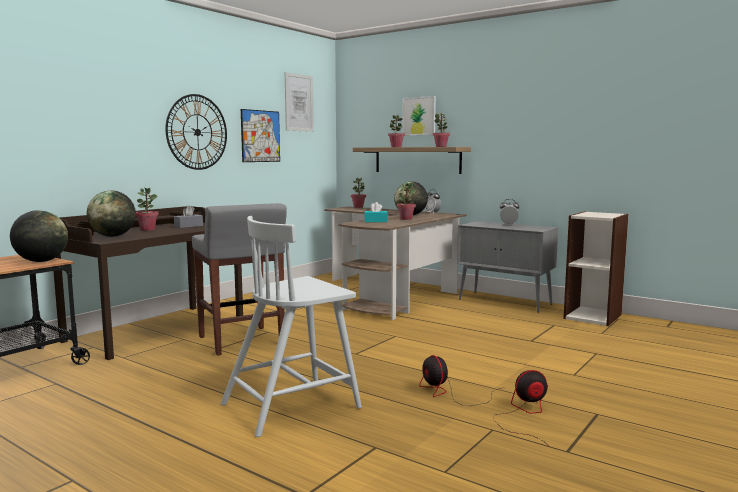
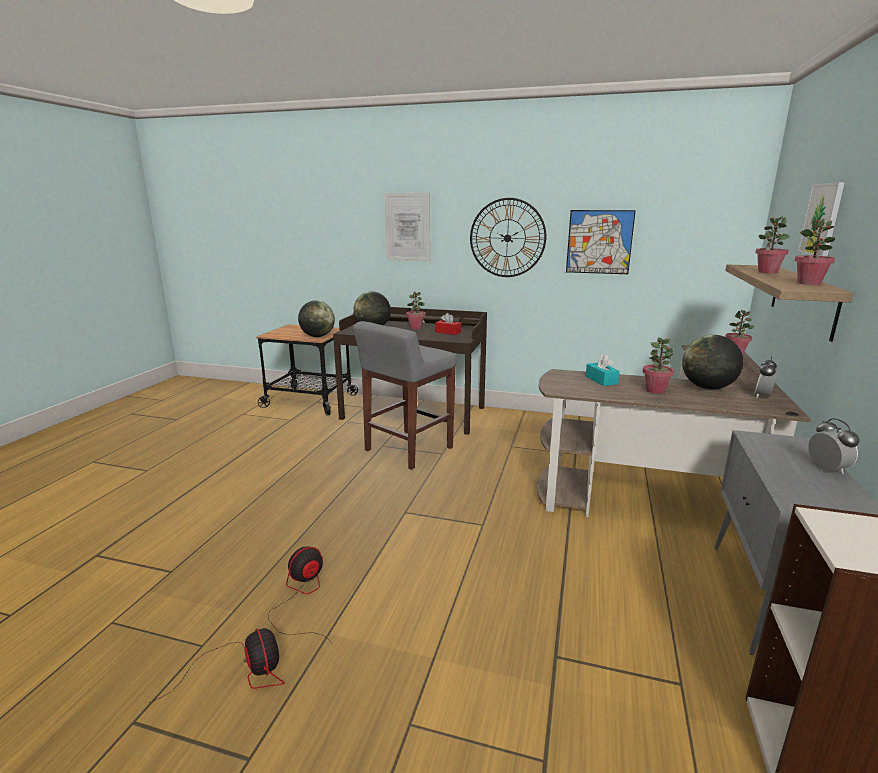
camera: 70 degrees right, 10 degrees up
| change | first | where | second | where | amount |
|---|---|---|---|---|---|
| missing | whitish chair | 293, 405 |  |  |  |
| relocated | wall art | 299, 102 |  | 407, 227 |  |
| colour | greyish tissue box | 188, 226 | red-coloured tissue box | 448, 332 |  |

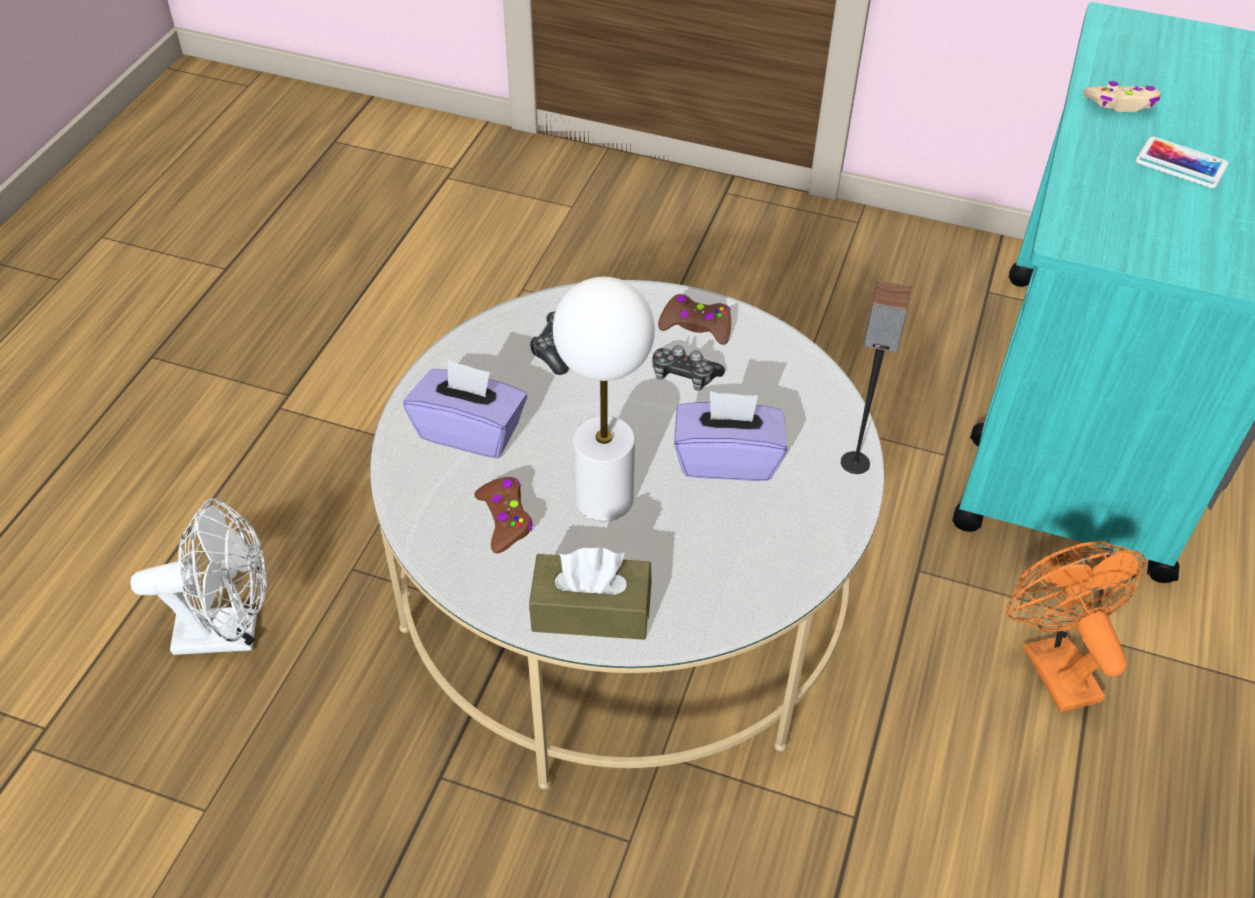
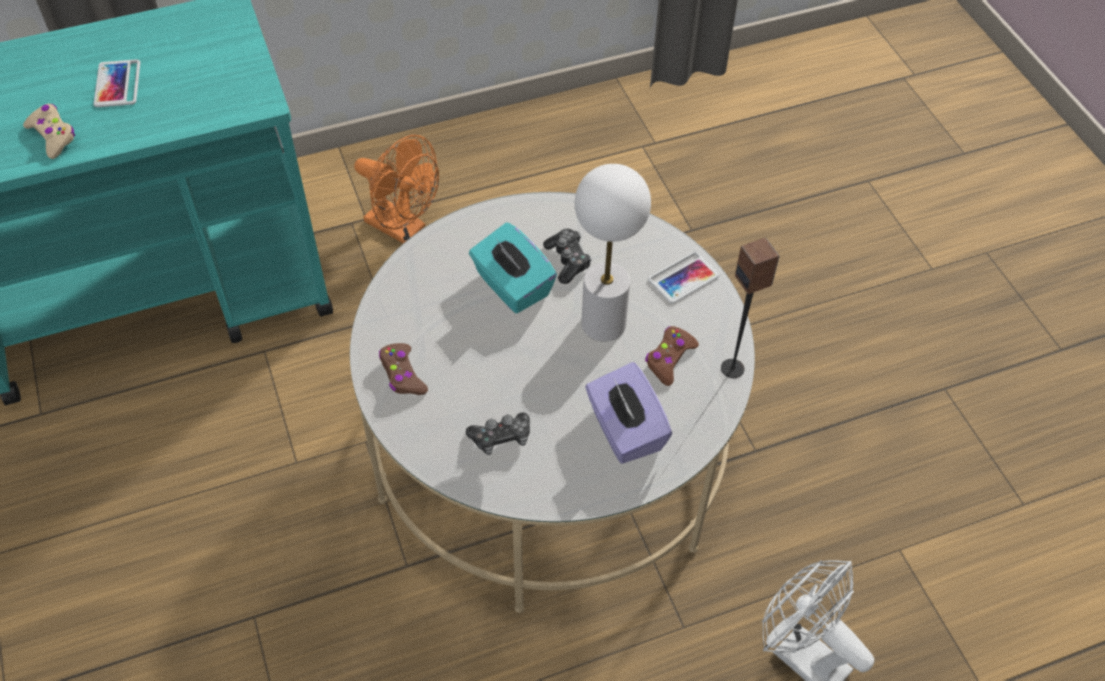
camera: 130 degrees left, 5 degrees up
| change | first | where | second | where | amount |
|---|---|---|---|---|---|
| relocated | gamepad | 684, 375 |  | 568, 260 |  |
| relocated | loudspeaker | 855, 463 |  | 733, 368 |  |
| exchanged | brown-coloured tissue box | 591, 610 | handset | 683, 278 |  |
| colour | purplish tissue box | 727, 459 | turquoise-coloured tissue box | 512, 286 |  |
| spun | orange cooling fan | 1052, 663 |  | 403, 228 | 90 degrees counterclockwise |

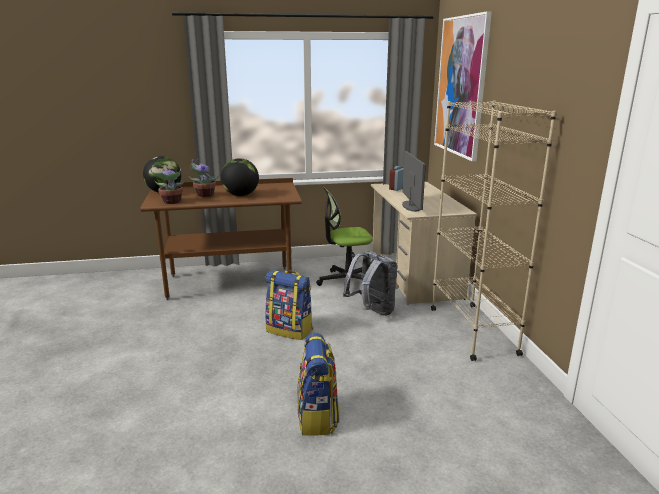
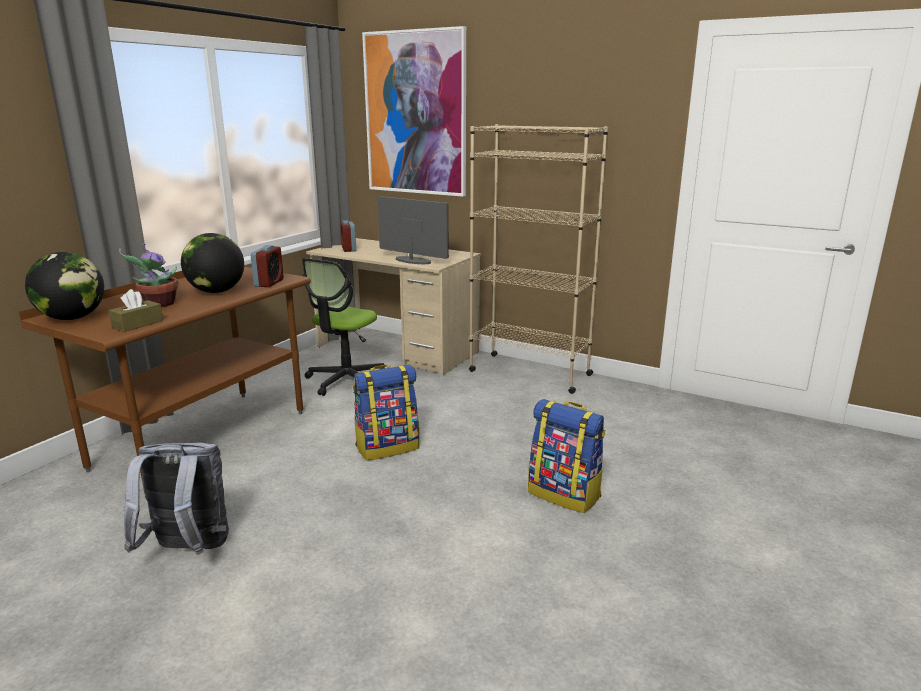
camera: 50 degrees left, 0 degrees up
| change | first | where | second | where | amount |
|---|---|---|---|---|---|
| appeared |  |  | bedside clock | 269, 283 |  |
| relocated | greyish knapsack | 372, 311 |  | 188, 550 |  |
| exchanged | potted plant | 171, 202 | brown-coloured tissue box | 138, 324 |  |

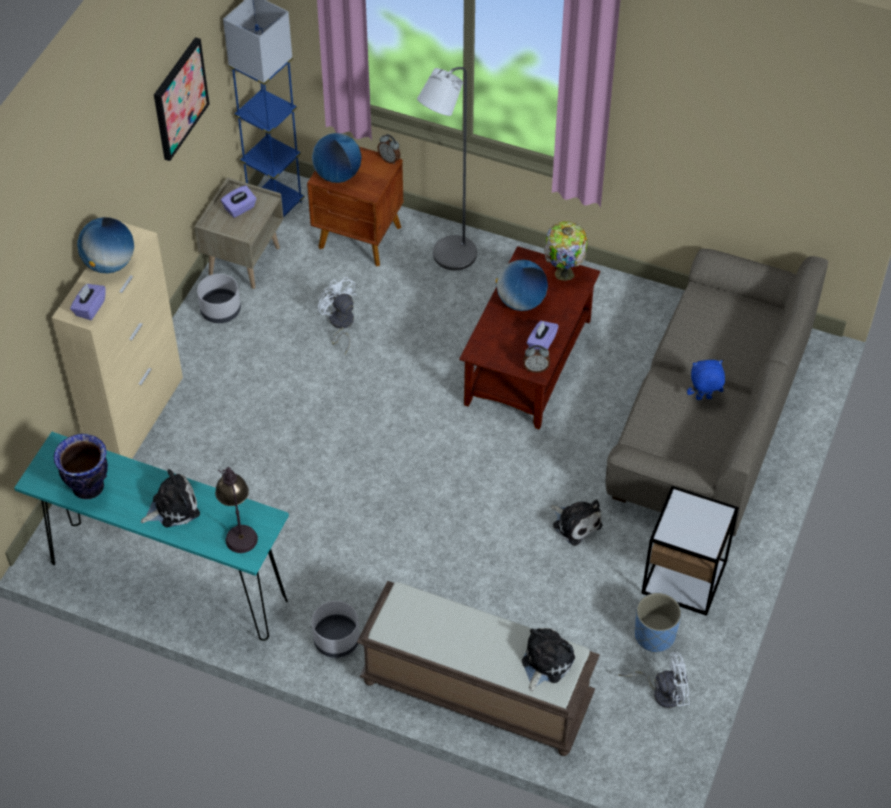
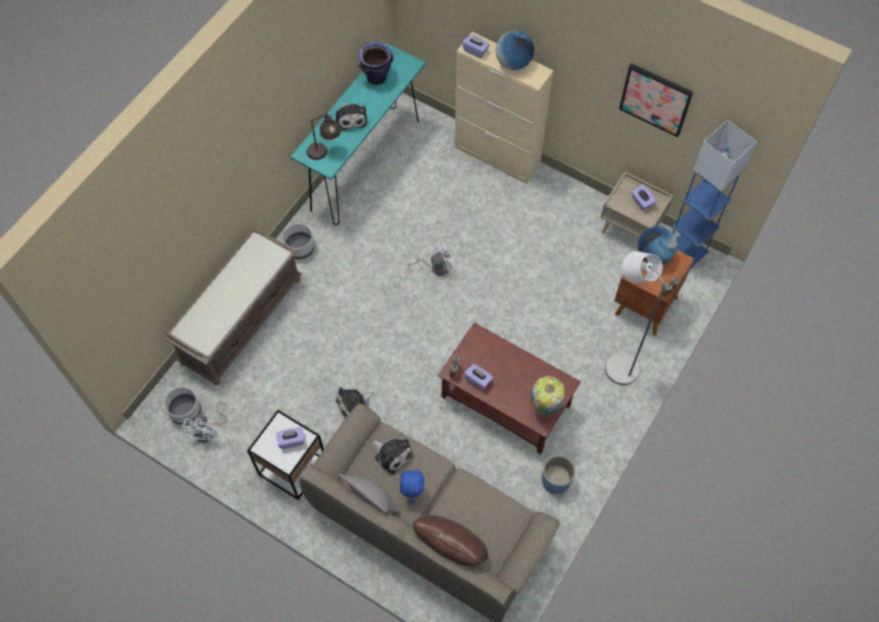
camera: 100 degrees right, 10 degrees up
| change | first | where | second | where | amount |
|---|---|---|---|---|---|
| missing | world globe | 521, 302 |  |  |  |
| appeared |  |  | purplish tissue box | 291, 440 |  |
| appeared |  |  | greyish cushion | 373, 501 |  |
| appeared |  |  | brown-coloured cushion | 451, 549 |  |
| relocated | greyish flower pot | 220, 310 |  | 186, 411 |  |
| relocated | whitish cooling fan | 340, 324 |  | 436, 267 |  |
| relocated | cuddly toy | 545, 662 |  | 392, 454 |  |
| relocated | blue flower pot | 654, 635 |  | 555, 480 |  |

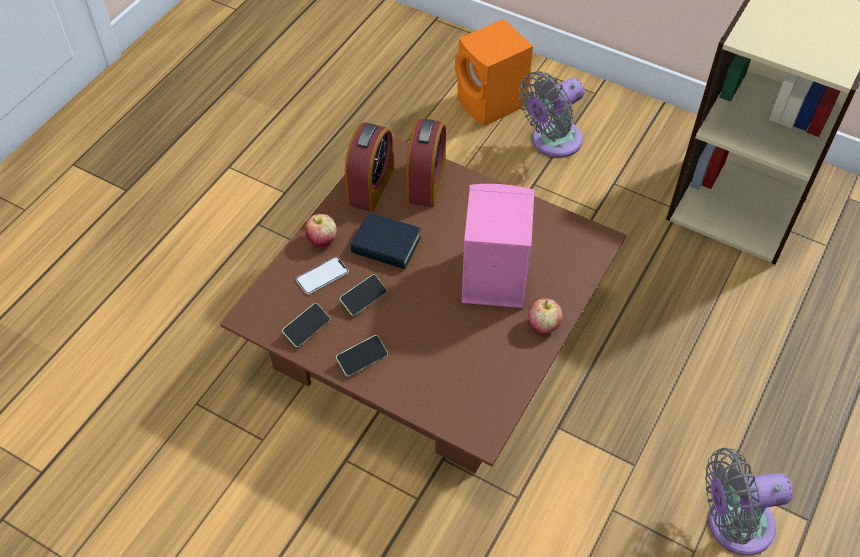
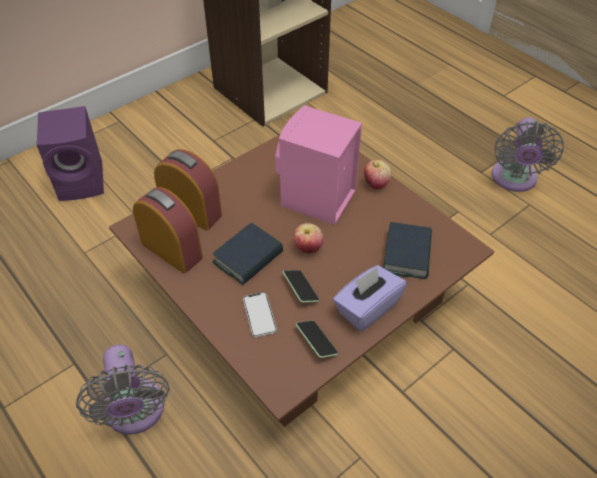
camera: 70 degrees left, 5 degrees down
| change | first | where | second | where | amount |
|---|---|---|---|---|---|
| appeared |  |  | book | 407, 255 |  |
| relocated | apple fruit | 322, 240 |  | 308, 248 |  |
| relocated | greyish cooling fan | 552, 141 |  | 135, 413 |  |
| exchanged | handset | 362, 359 | purplish tissue box | 367, 308 |  |
| colour | orange loudspeaker | 492, 104 | purplish loudspeaker | 83, 181 |  |

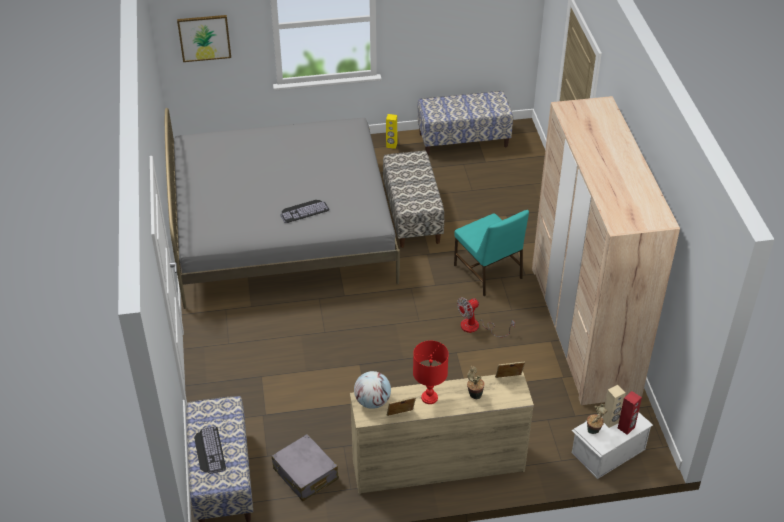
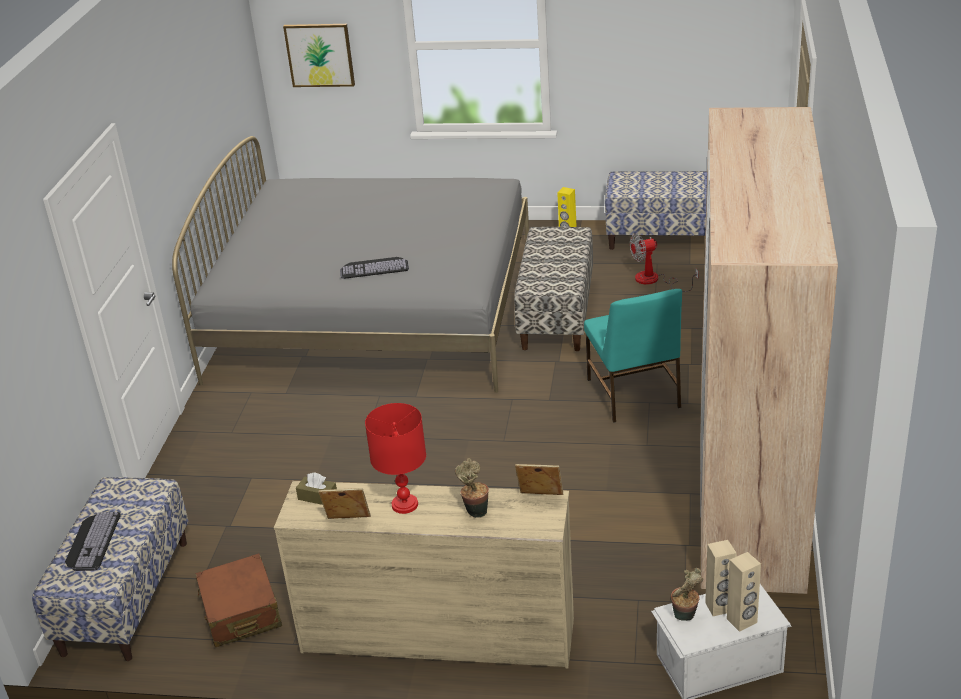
camera: 20 degrees right, 10 degrees down
| change | first | where | second | where | amount |
|---|---|---|---|---|---|
| relocated | cooling fan | 476, 327 |  | 654, 280 |  |
| exchanged | world globe | 372, 401 | brown-coloured tissue box | 317, 497 |  |
| colour | greyish piece of luggage | 305, 474 | brown-coloured piece of luggage | 241, 612 |  |
| colour | red-coloured loudspeaker | 626, 428 | beige loudspeaker | 742, 621 |  |

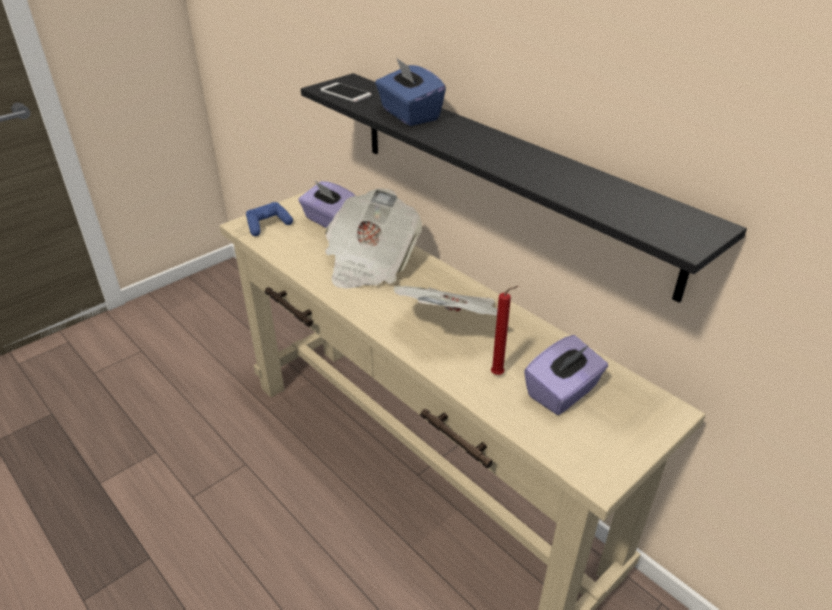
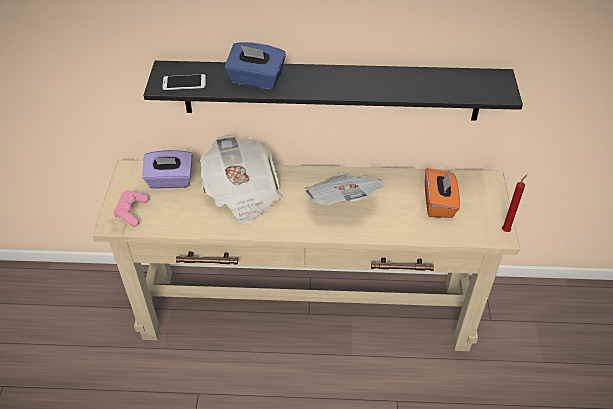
camera: 45 degrees left, 10 degrees up
| change | first | where | second | where | amount |
|---|---|---|---|---|---|
| relocated | red-coloured wax candle | 499, 374 |  | 506, 230 |  |
| colour | blue gamepad | 268, 226 | pinkish gamepad | 131, 212 |  |
| colour | purplish tissue box | 563, 392 | orange tissue box | 439, 203 |  |

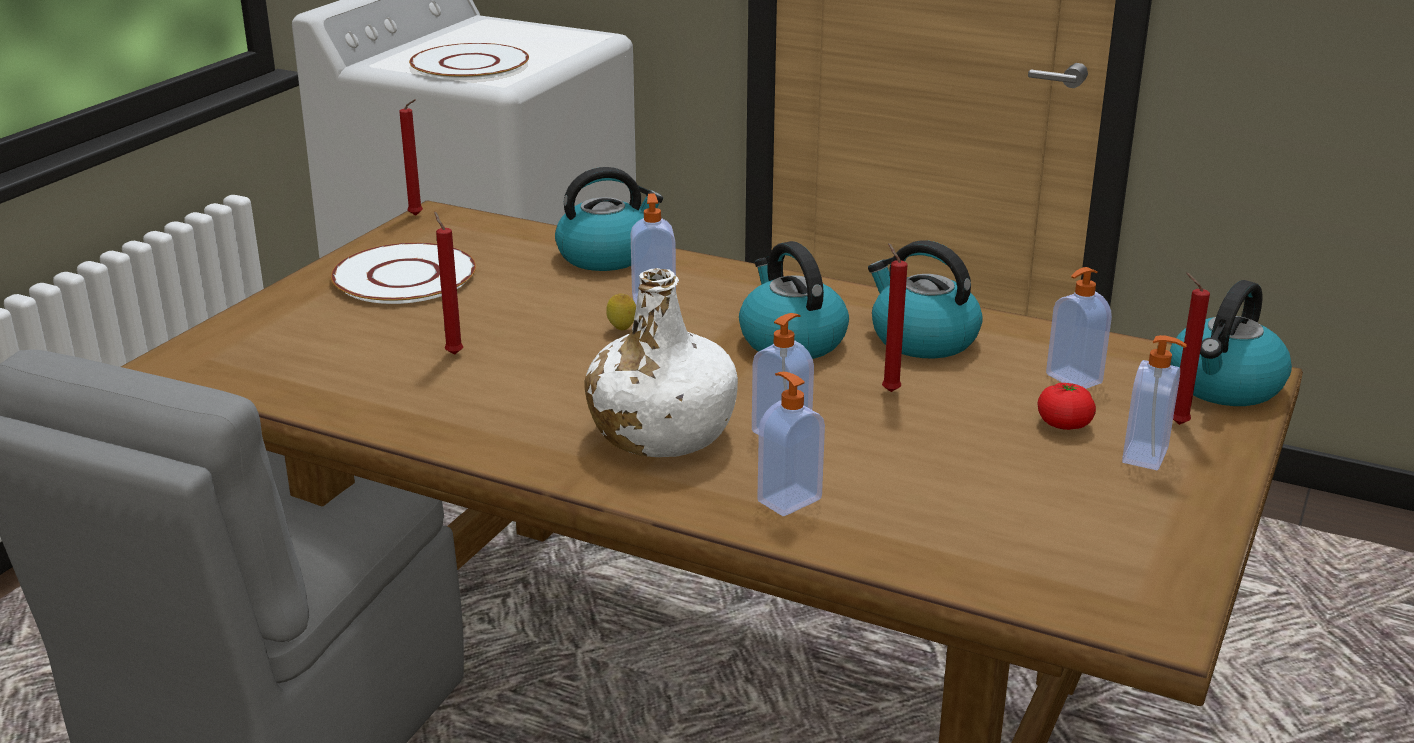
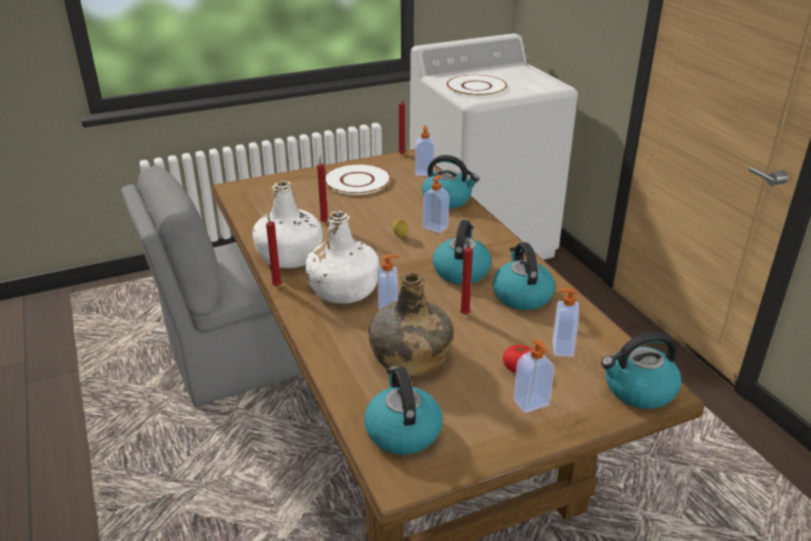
camera: 40 degrees right, 5 degrees up
| change | first | where | second | where | amount |
|---|---|---|---|---|---|
| appeared |  |  | whitish drink bottle | 290, 256 |  |
| appeared |  |  | water kettle | 402, 431 |  |
| appeared |  |  | greenish drink bottle | 409, 358 |  |
| relocated | soap dispenser | 788, 499 |  | 424, 172 |  |
| relocated | red-coloured wax candle | 1175, 423 |  | 277, 285 |  |

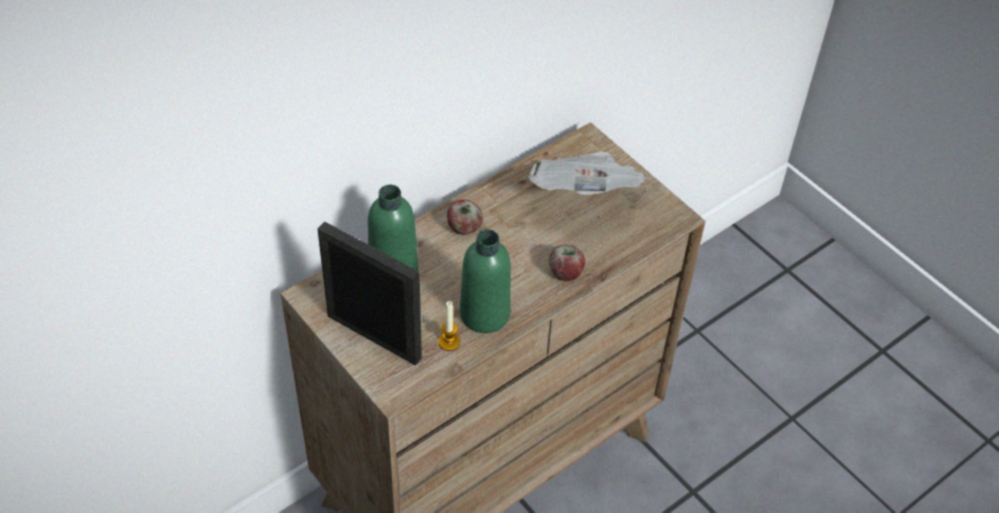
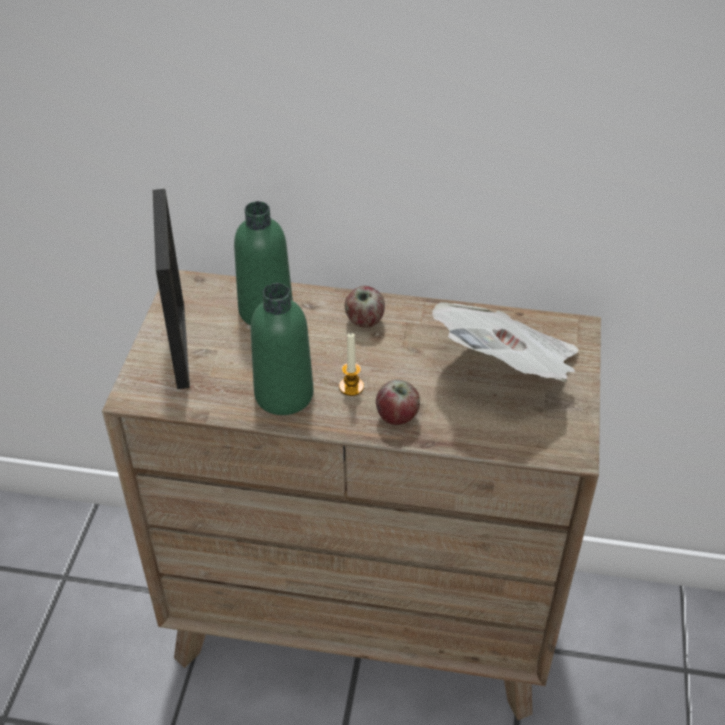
camera: 50 degrees right, 5 degrees down
| change | first | where | second | where | amount |
|---|---|---|---|---|---|
| relocated | wax candle | 449, 342 |  | 351, 387 |  |

